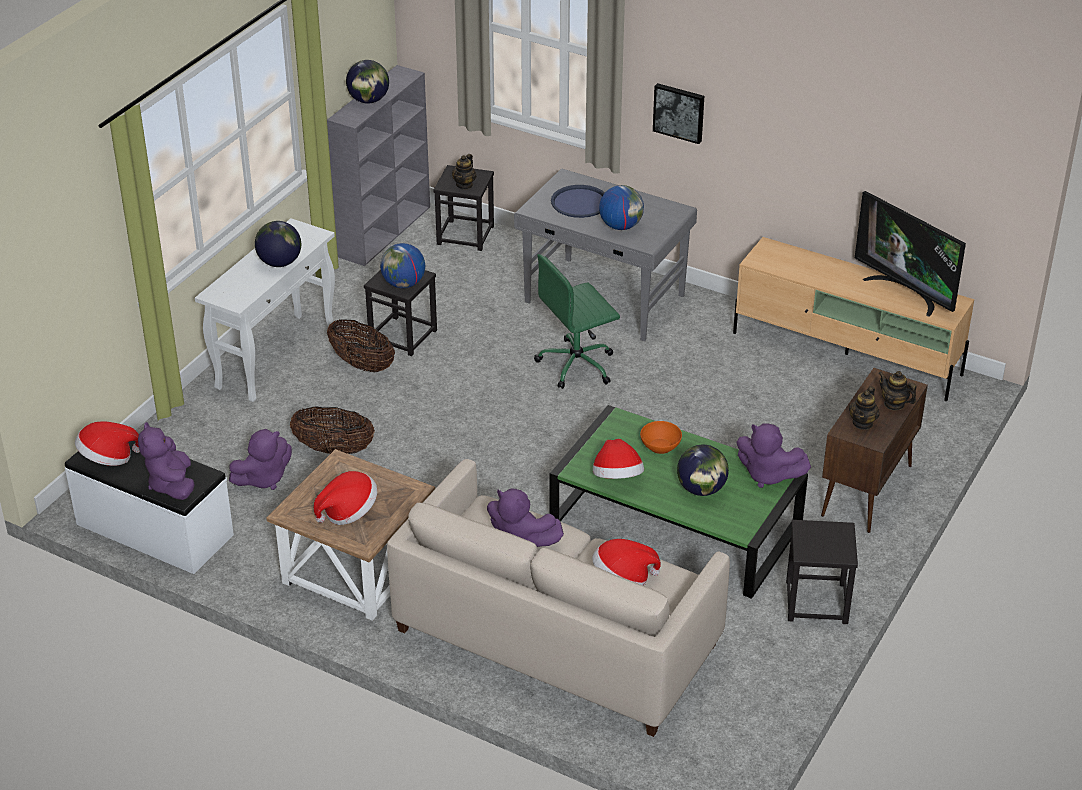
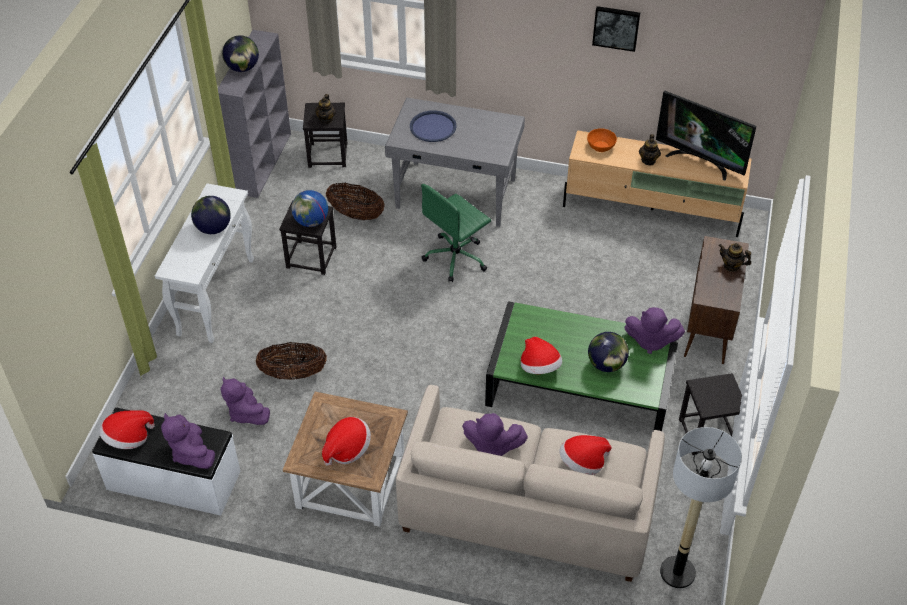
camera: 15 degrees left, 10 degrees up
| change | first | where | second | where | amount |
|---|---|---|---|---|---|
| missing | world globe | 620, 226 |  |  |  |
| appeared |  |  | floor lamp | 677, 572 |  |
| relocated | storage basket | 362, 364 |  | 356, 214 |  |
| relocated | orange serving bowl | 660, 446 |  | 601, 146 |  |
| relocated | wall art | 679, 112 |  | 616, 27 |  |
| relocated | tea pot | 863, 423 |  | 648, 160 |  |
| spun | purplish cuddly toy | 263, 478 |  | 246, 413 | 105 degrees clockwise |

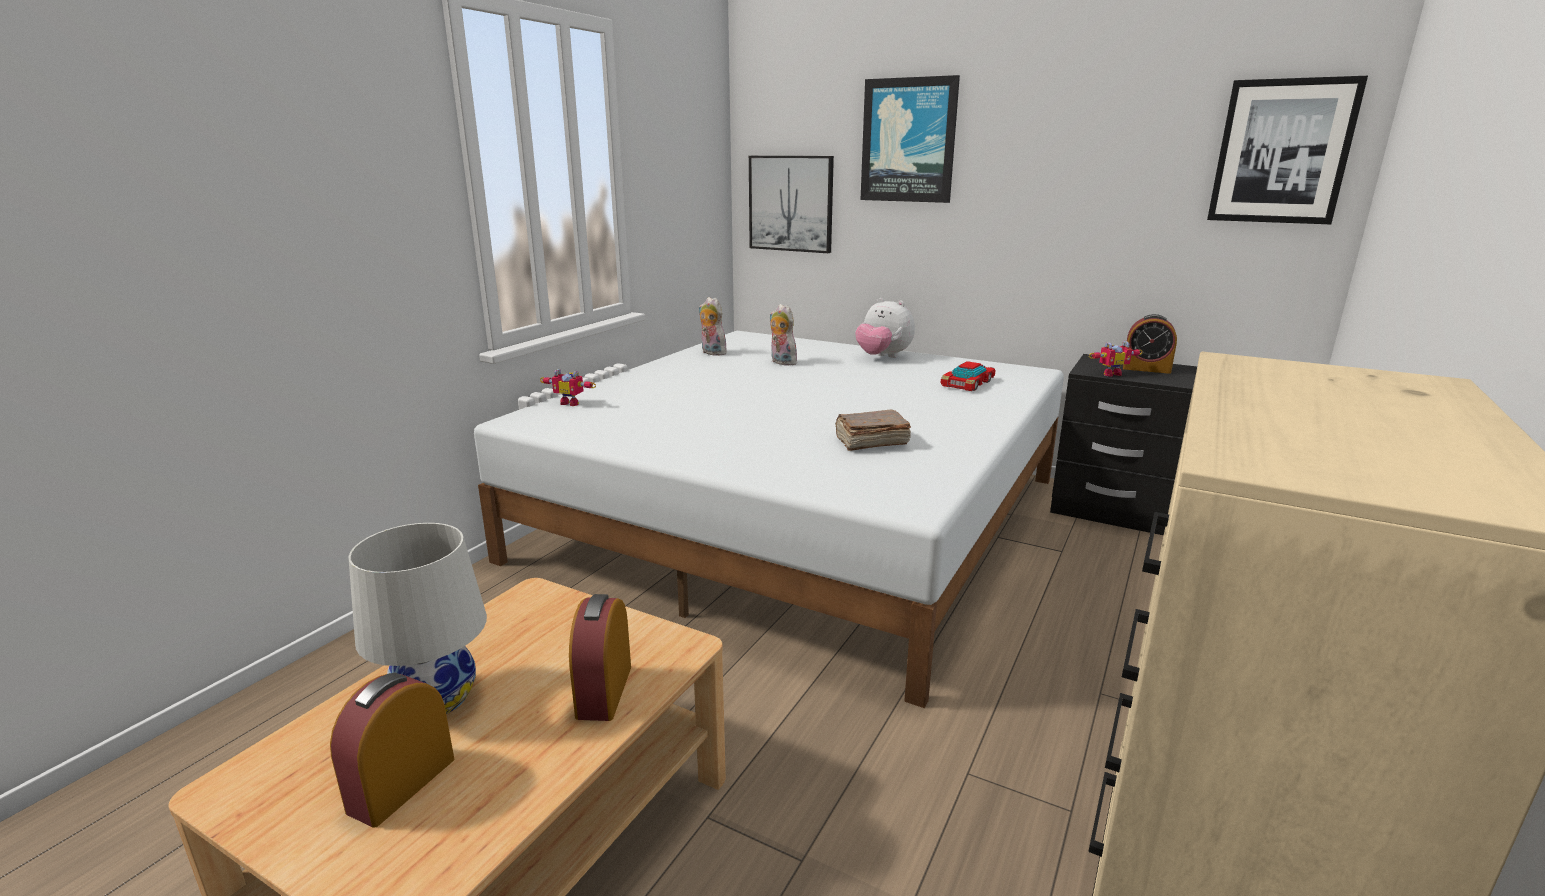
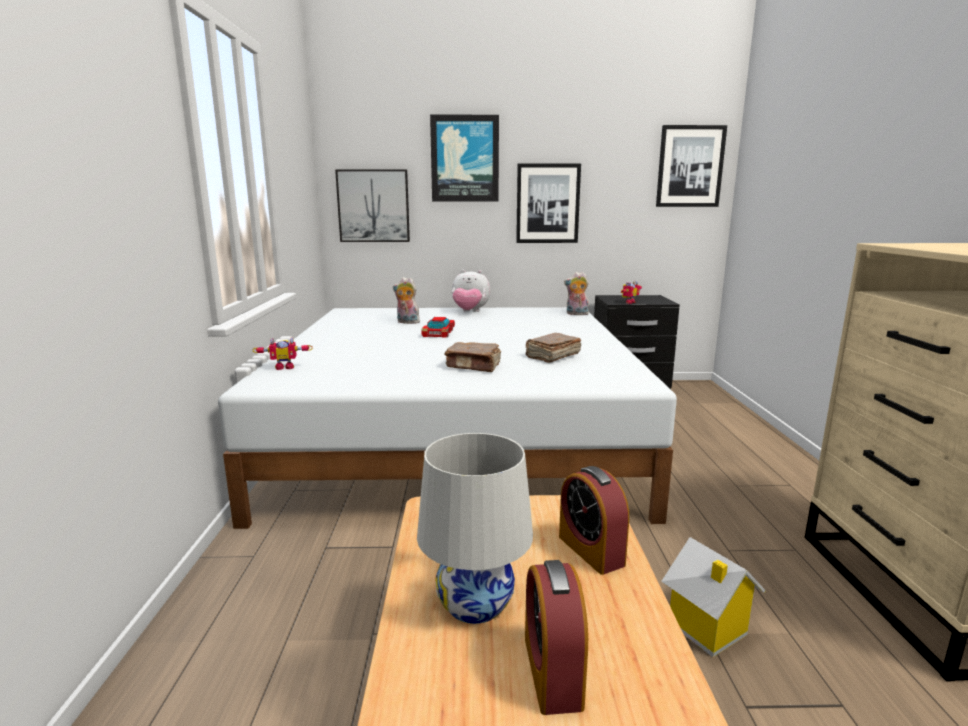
camera: 30 degrees left, 5 degrees down
| change | first | where | second | where | amount |
|---|---|---|---|---|---|
| missing | bedside clock | 1146, 369 |  |  |  |
| appeared |  |  | brown-coloured book | 474, 366 |  |
| appeared |  |  | wall art | 547, 203 |  |
| appeared |  |  | toy house | 705, 628 |  |
| relocated | cuddly toy | 711, 353 |  | 576, 314 |  |
| relocated | miniature car | 968, 383 |  | 439, 333 |  |

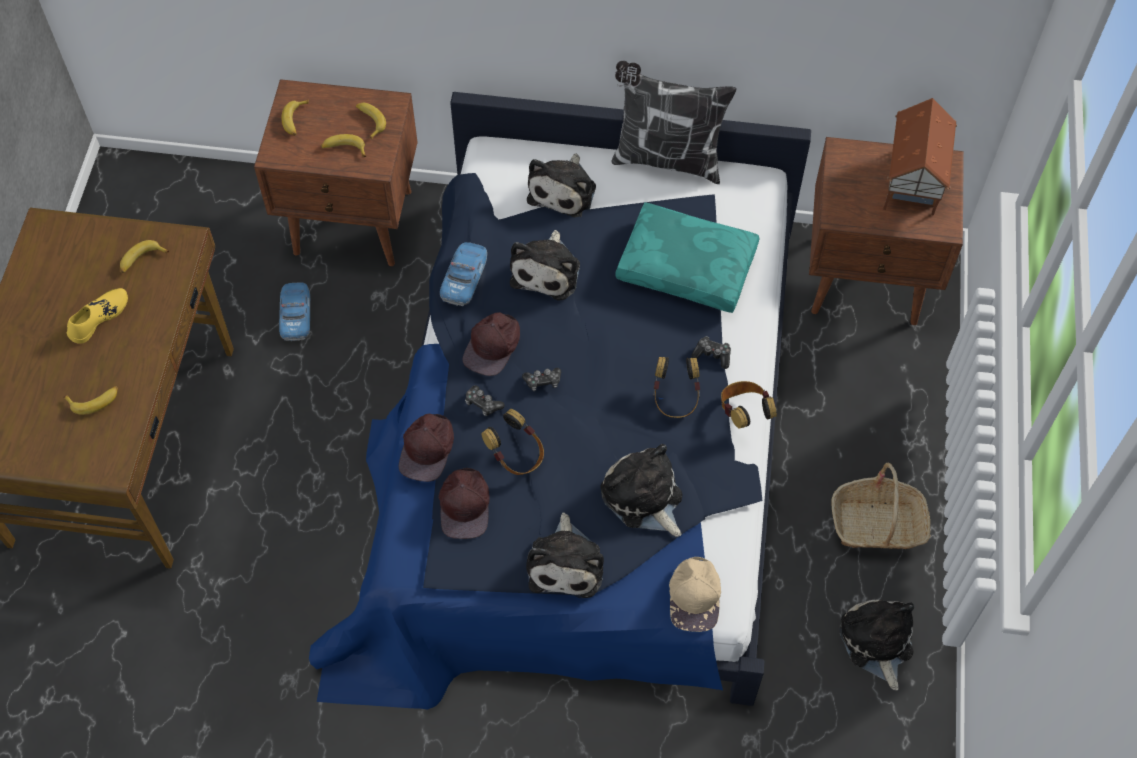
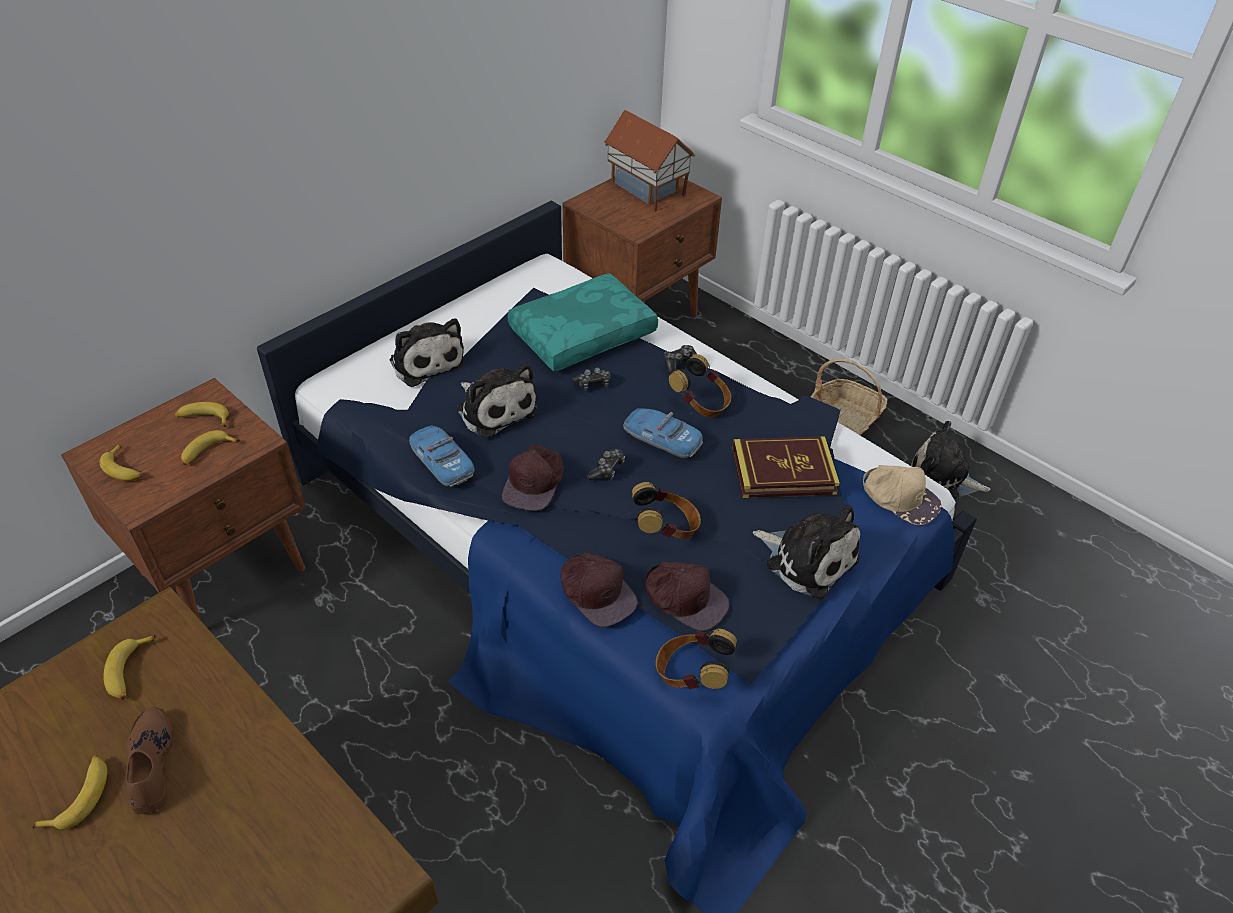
camera: 55 degrees left, 15 degrees down
| change | first | where | second | where | amount |
|---|---|---|---|---|---|
| missing | cushion | 666, 159 |  |  |  |
| relocated | banana fruit | 94, 400 |  | 80, 796 |  |
| relocated | miniature car | 296, 315 |  | 662, 439 |  |
| relocated | gamepad | 483, 404 |  | 593, 384 |  |
| relocated | headphones | 744, 412 |  | 691, 675 |  |
| exchanged | cuddly toy | 643, 498 | book | 783, 472 |  |
| colour | yellow low shoe | 99, 318 | brown-coloured low shoe | 151, 764 |  |
| spun | brown-coloured cap | 493, 346 |  | 534, 482 | 45 degrees clockwise |

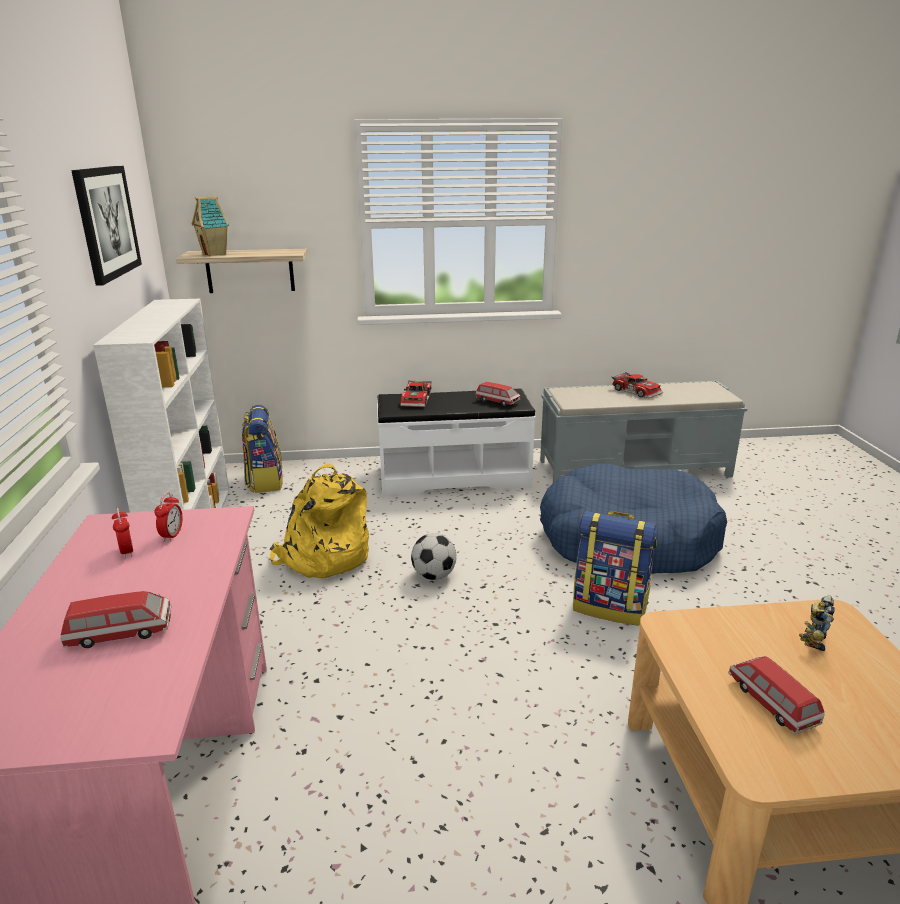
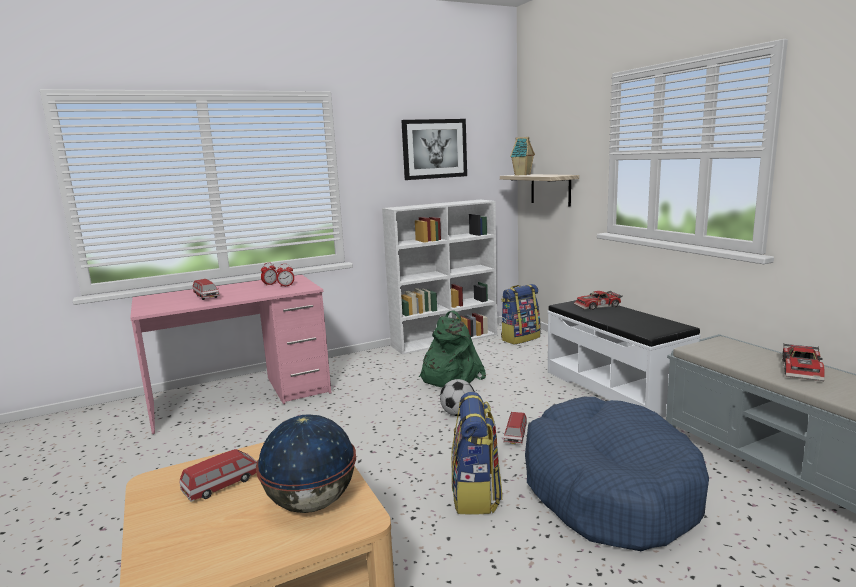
camera: 70 degrees right, 10 degrees down
| change | first | where | second | where | amount |
|---|---|---|---|---|---|
| relocated | miniature car | 497, 401 |  | 515, 436 |  |
| exchanged | robot figure | 811, 640 | world globe | 311, 504 |  |
| colour | yellow knapsack | 323, 557 | greenish knapsack | 449, 377 |  |

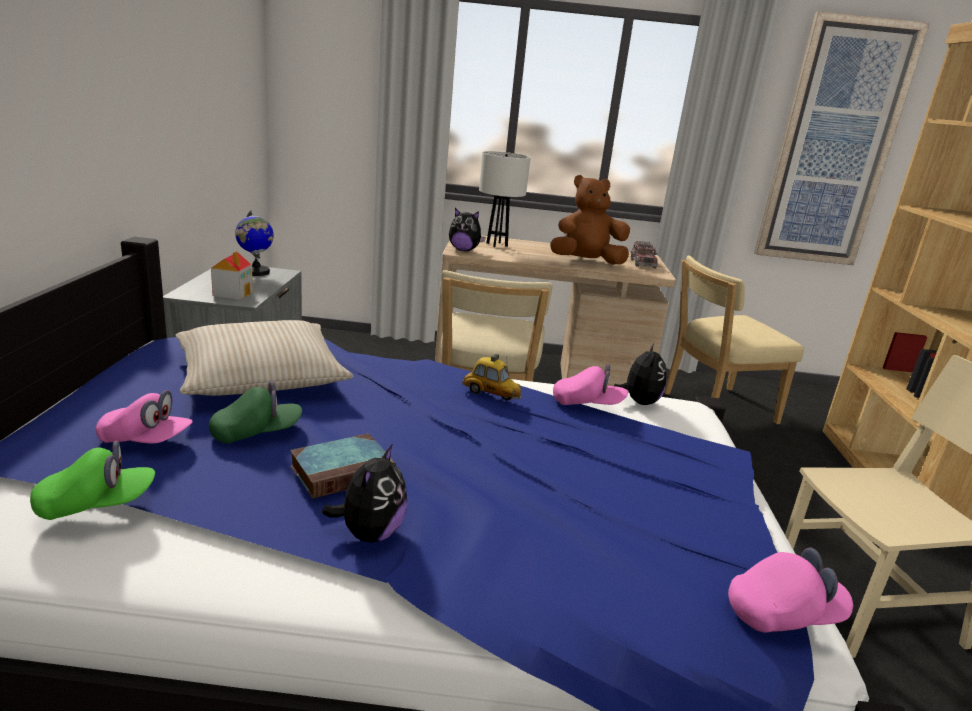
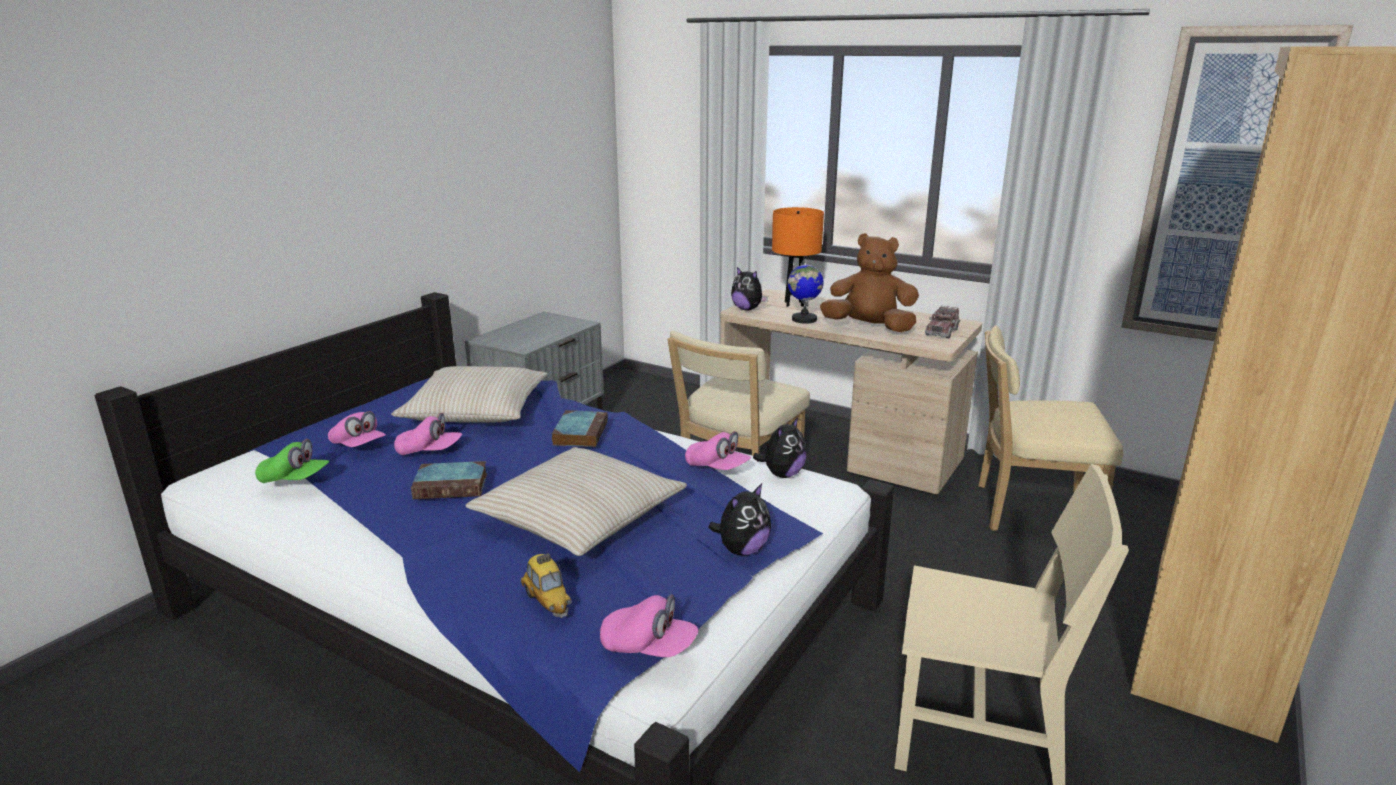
camera: 30 degrees right, 0 degrees up
| change | first | where | second | where | amount |
|---|---|---|---|---|---|
| missing | toy house | 233, 293 |  |  |  |
| appeared |  |  | beige cushion | 579, 517 |  |
| appeared |  |  | book | 580, 433 |  |
| relocated | world globe | 256, 272 |  | 804, 319 |  |
| relocated | cuddly toy | 370, 533 |  | 742, 550 |  |
| relocated | miniature car | 491, 394 |  | 547, 601 |  |
| colour | greenish cap | 256, 433 | pinkish cap | 429, 451 |  |
| colour | whitish tabletop lamp | 497, 244 | orange tabletop lamp | 794, 304 |  |

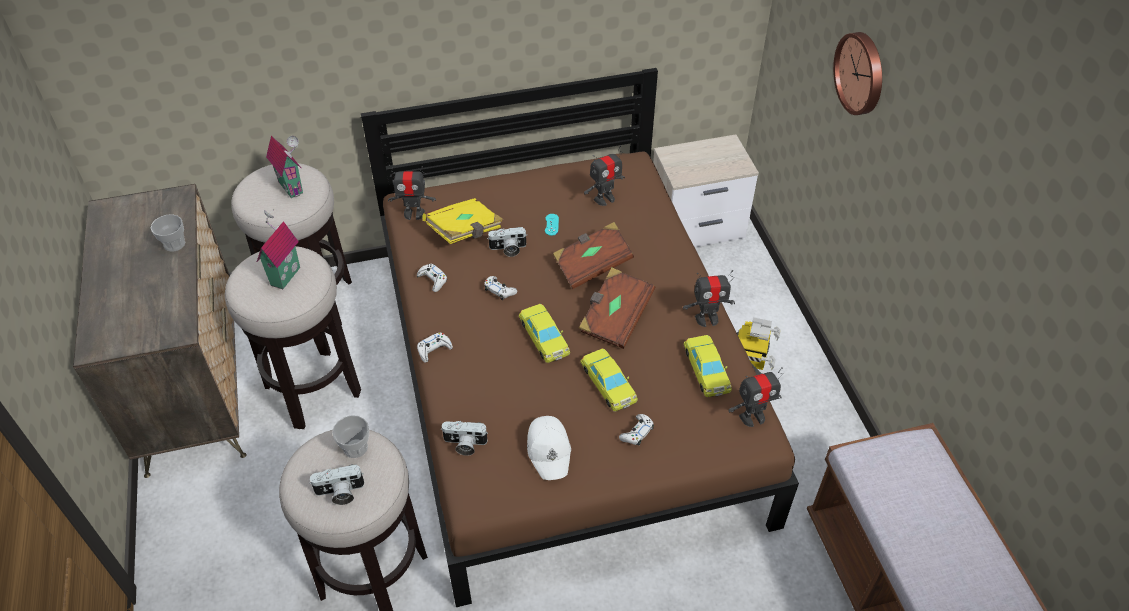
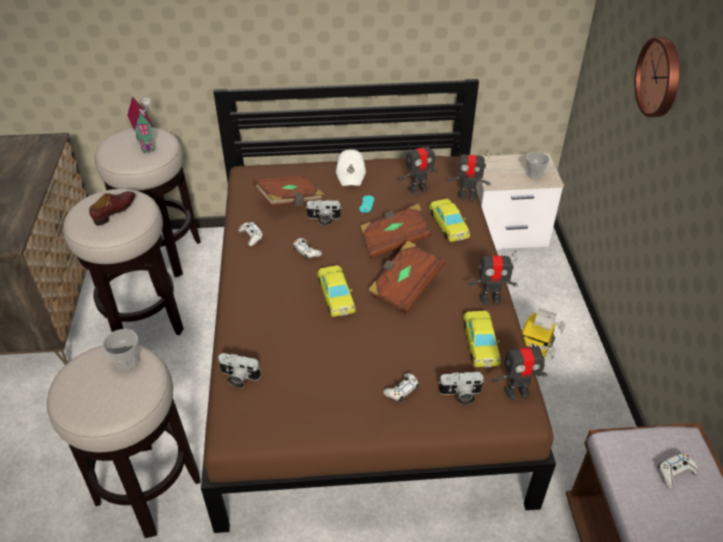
camera: 10 degrees right, 5 degrees down
| change | first | where | second | where | amount |
|---|---|---|---|---|---|
| relocated | drinking cup | 174, 244 |  | 534, 174 |  |
| relocated | photo camera | 340, 493 |  | 460, 395 |  |
| relocated | robot figure | 414, 213 |  | 467, 195 |  |
| relocated | whitish gamepad | 434, 349 |  | 675, 473 |  |
| relocated | whitish cap | 549, 450 |  | 351, 173 |  |
| relocated | yellow miniature car | 608, 383 |  | 449, 224 |  |
| exchanged | toy house | 283, 275 | brown-coloured low shoe | 115, 211 |  |
| colour | yellow book | 465, 231 | brown-coloured book | 290, 201 |  |

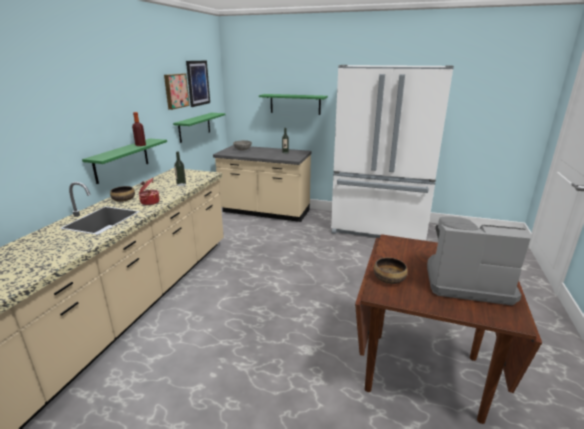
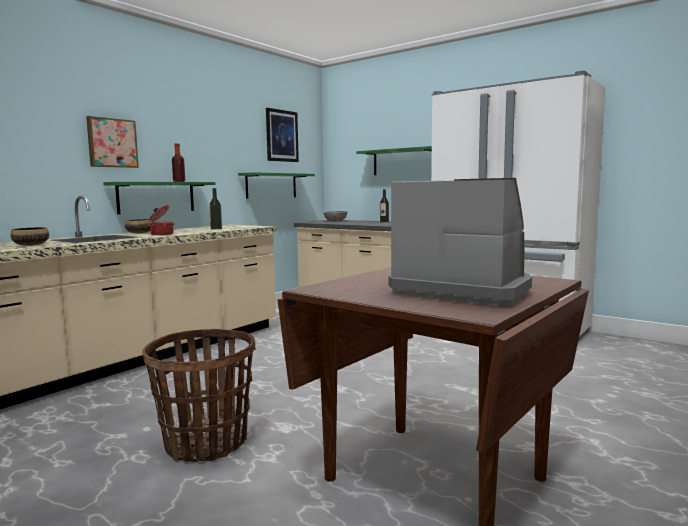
camera: 20 degrees right, 15 degrees down
| change | first | where | second | where | amount |
|---|---|---|---|---|---|
| appeared |  |  | storage basket | 206, 443 |  |
| relocated | wall art | 175, 91 |  | 112, 143 |  |
| relocated | serving bowl | 389, 279 |  | 31, 245 |  |

